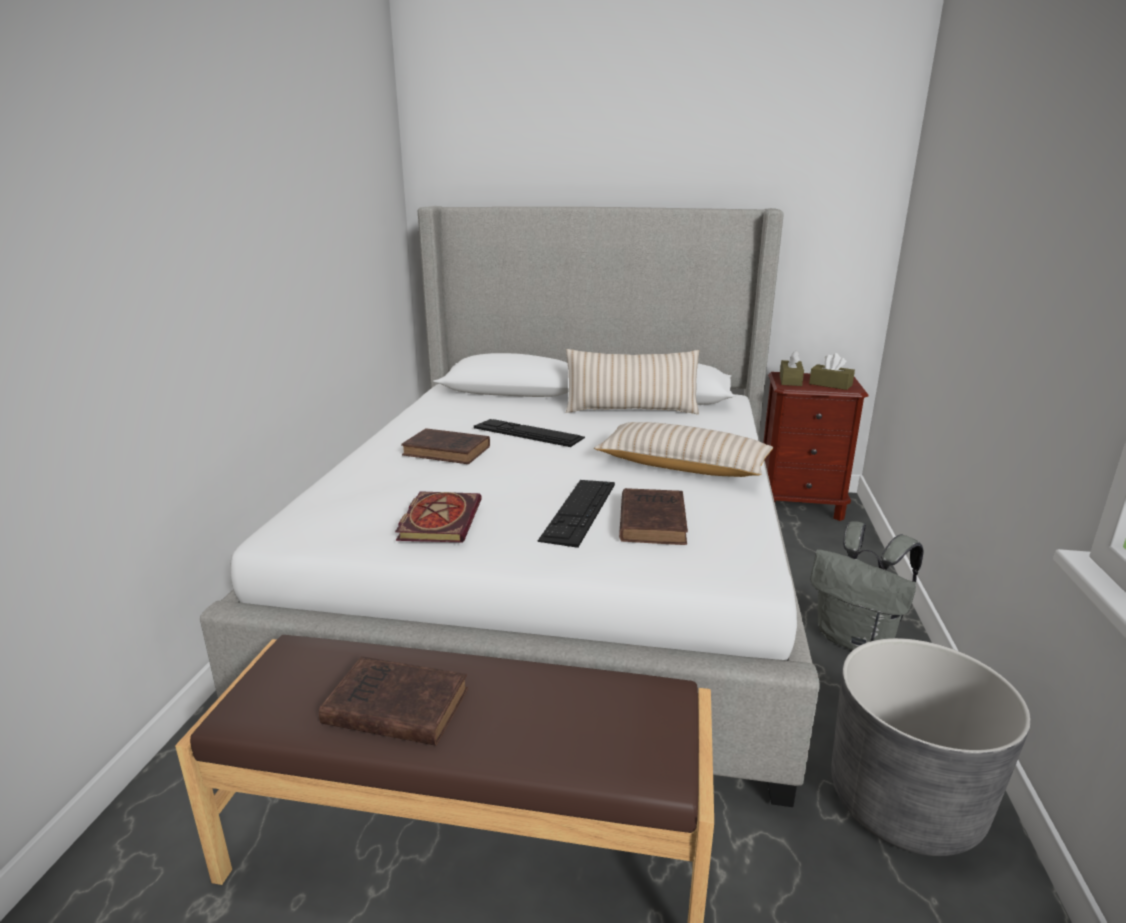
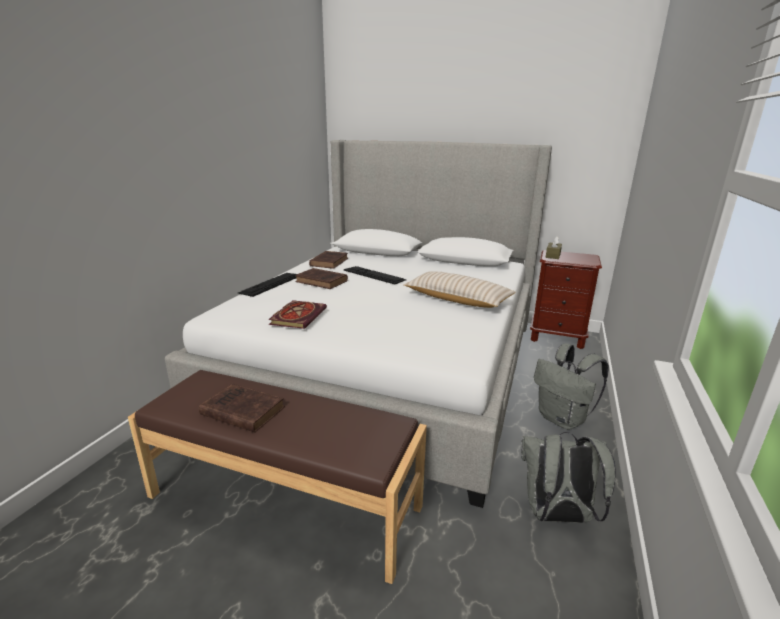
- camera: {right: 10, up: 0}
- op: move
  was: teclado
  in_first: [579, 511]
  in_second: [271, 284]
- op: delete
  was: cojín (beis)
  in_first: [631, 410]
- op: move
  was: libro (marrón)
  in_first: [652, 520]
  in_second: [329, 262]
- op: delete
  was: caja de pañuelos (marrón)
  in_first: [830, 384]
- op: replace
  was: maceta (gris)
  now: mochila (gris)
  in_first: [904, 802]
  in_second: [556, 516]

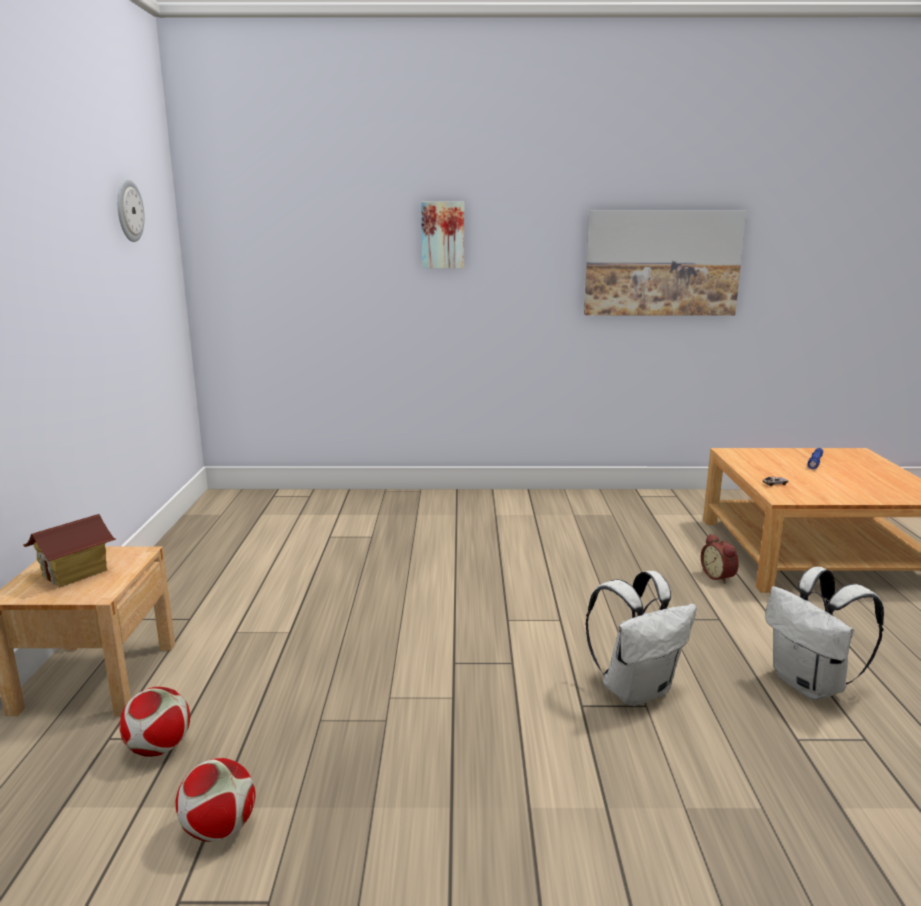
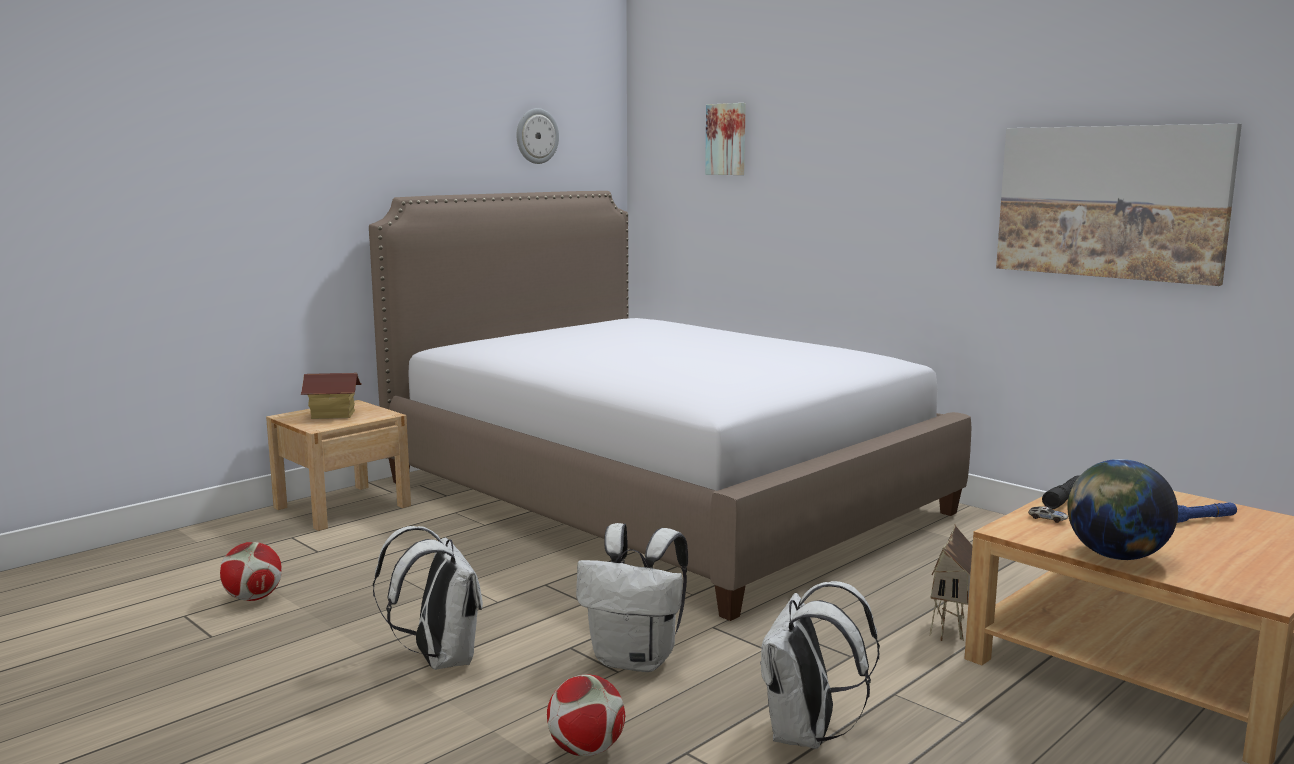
- camera: {right: 45, up: -5}
- op: move
  was: balón de fútbol
  in_first: [159, 748]
  in_second: [586, 750]
- op: move
  was: cuadro
  in_first: [443, 235]
  in_second: [727, 139]
- op: replace
  was: despertador
  now: casita
  in_first: [719, 576]
  in_second: [951, 629]
- op: insert
  now: cama
  in_second: [659, 496]
- op: insert
  now: mochila (blanco)
  in_second: [439, 659]
- op: insert
  now: linterna (negro)
  in_second: [1064, 499]
- op: insert
  now: globo terráqueo
  in_second: [1116, 556]

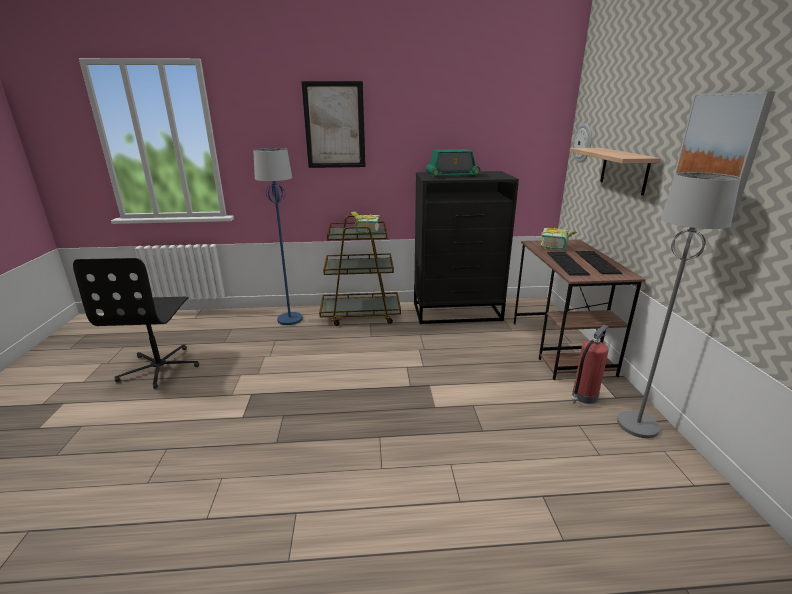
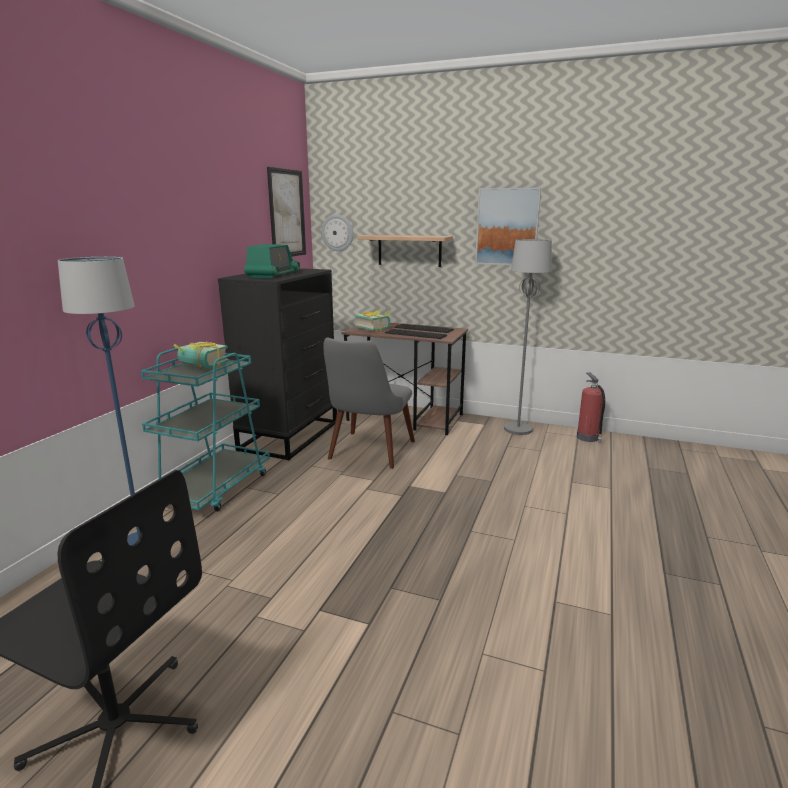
- camera: {right: -65, up: -5}
- op: move
  was: cuadro
  in_first: [334, 125]
  in_second: [287, 213]
- op: recolor
  was: carrito (marrón)
  now: carrito (turquesa)
  in_first: [361, 314]
  in_second: [214, 488]
- op: move
  was: extintor
  in_first: [584, 396]
  in_second: [588, 438]
- op: insert
  now: silla (gris)
  in_second: [368, 454]

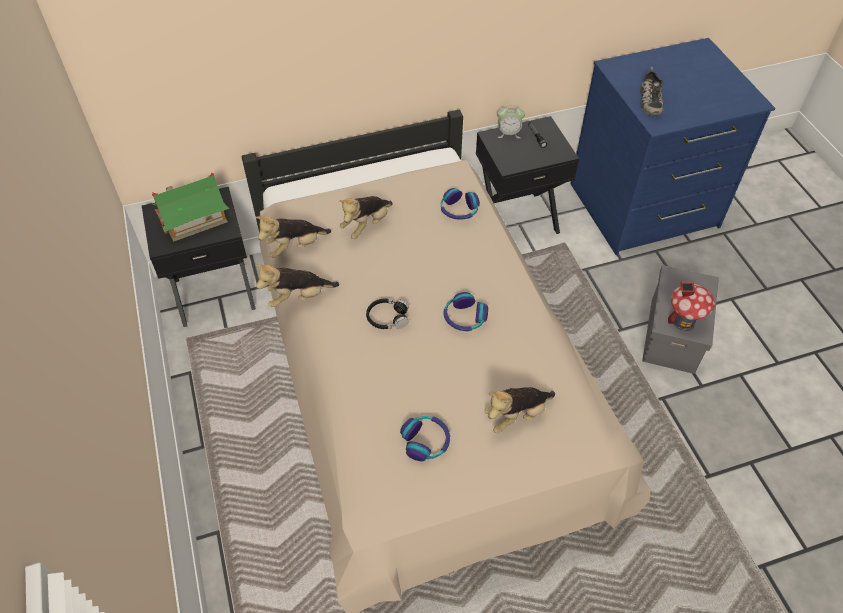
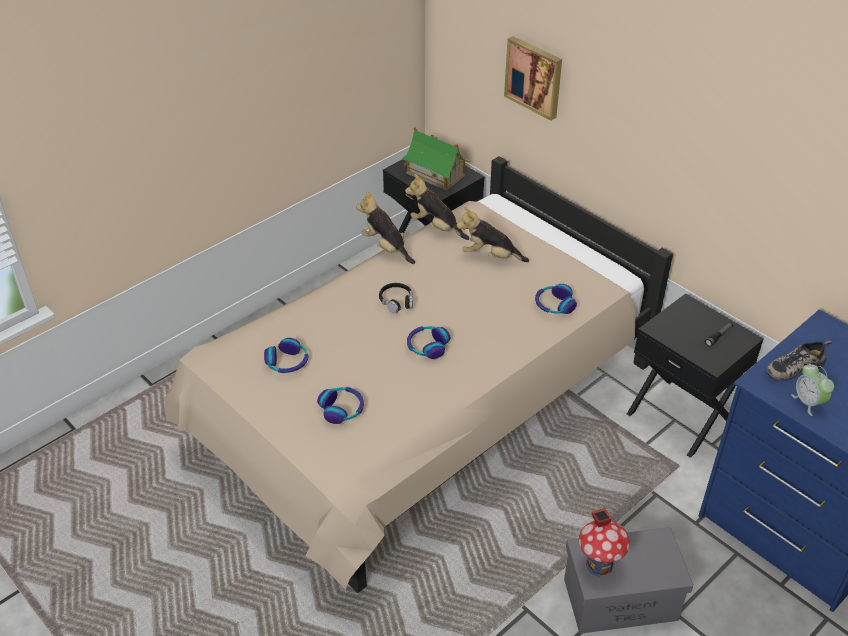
- camera: {right: 65, up: -10}
- op: replace
  was: peluche
  now: auriculares
  in_first: [516, 415]
  in_second: [342, 409]
- op: move
  was: despertador
  in_first: [509, 133]
  in_second: [808, 402]
- op: insert
  now: cuadro
  in_second: [534, 77]

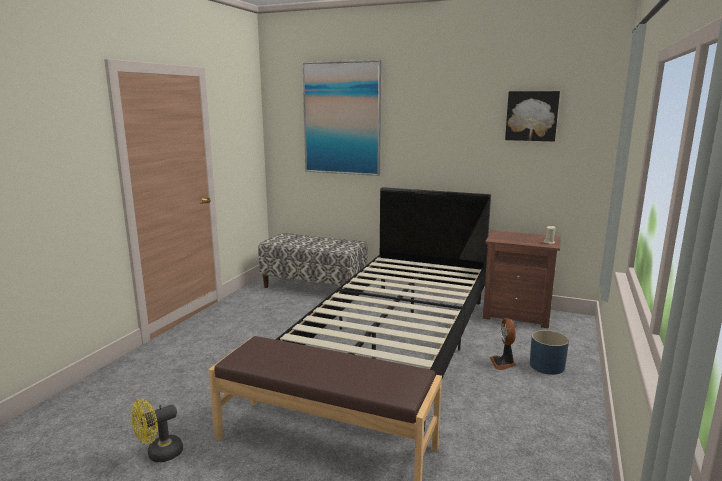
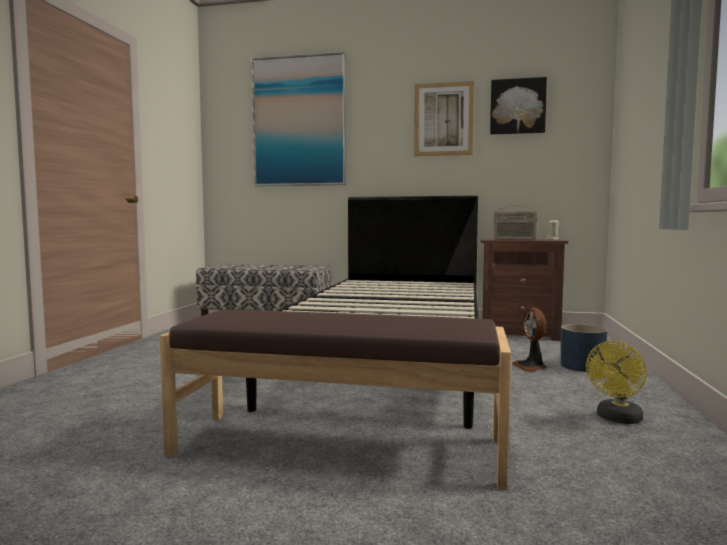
- camera: {right: -10, up: -10}
- op: move
  was: ventilador (amarillo)
  in_first: [159, 454]
  in_second: [617, 419]
- op: insert
  now: cuadro
  in_second: [443, 119]
- op: insert
  now: radio
  in_second: [514, 239]

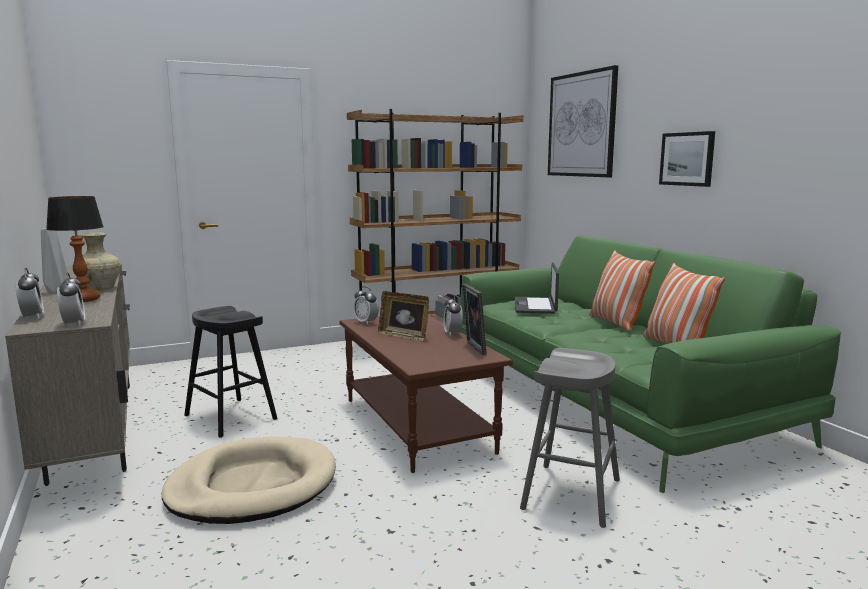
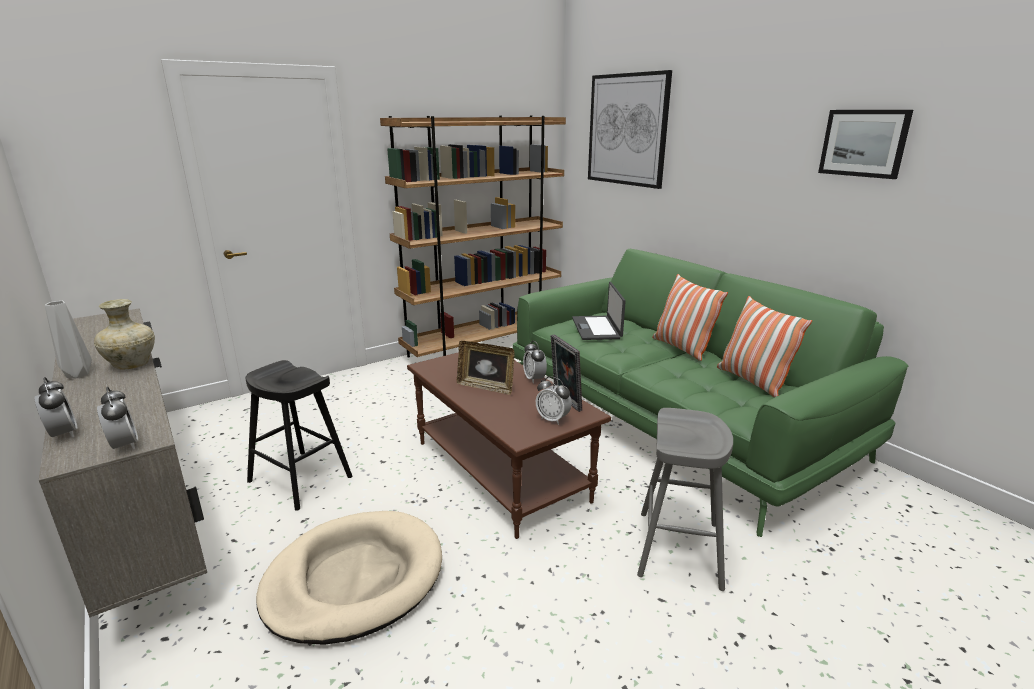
- camera: {right: -10, up: 10}
- op: delete
  was: lámpara de mesa
  in_first: [84, 299]
- op: move
  was: despertador
  in_first: [366, 322]
  in_second: [553, 419]
- op: move
  was: cuadro
  in_first: [687, 159]
  in_second: [863, 143]

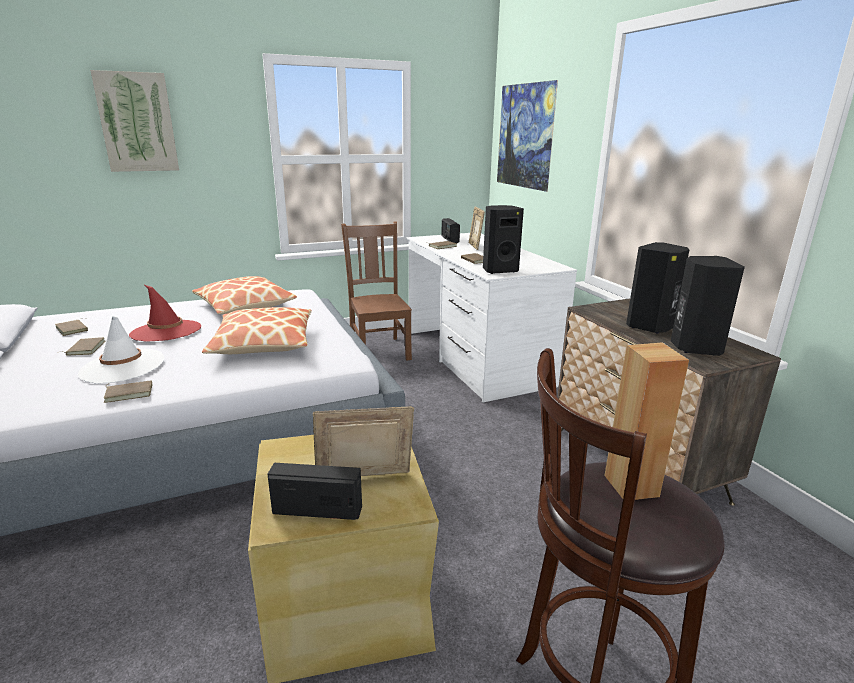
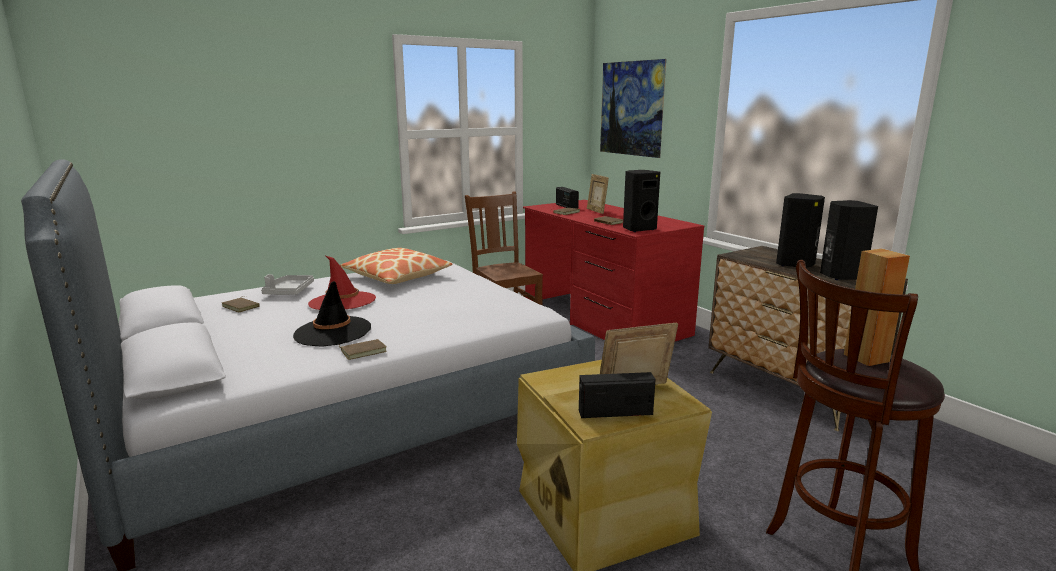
- camera: {right: -10, up: -5}
- op: delete
  was: libro (marrón)
  in_first: [85, 348]
- op: recolor
  was: sombrero (blanco)
  now: sombrero (negro)
  in_first: [122, 366]
  in_second: [333, 332]
- op: delete
  was: cuadro
  in_first: [137, 122]
- op: delete
  was: cojín
  in_first: [263, 343]
- op: recolor
  was: escritorio (blanco)
  now: escritorio (rojo)
  in_first: [477, 357]
  in_second: [603, 318]
- op: insert
  now: bandeja (gris)
  in_second: [289, 291]

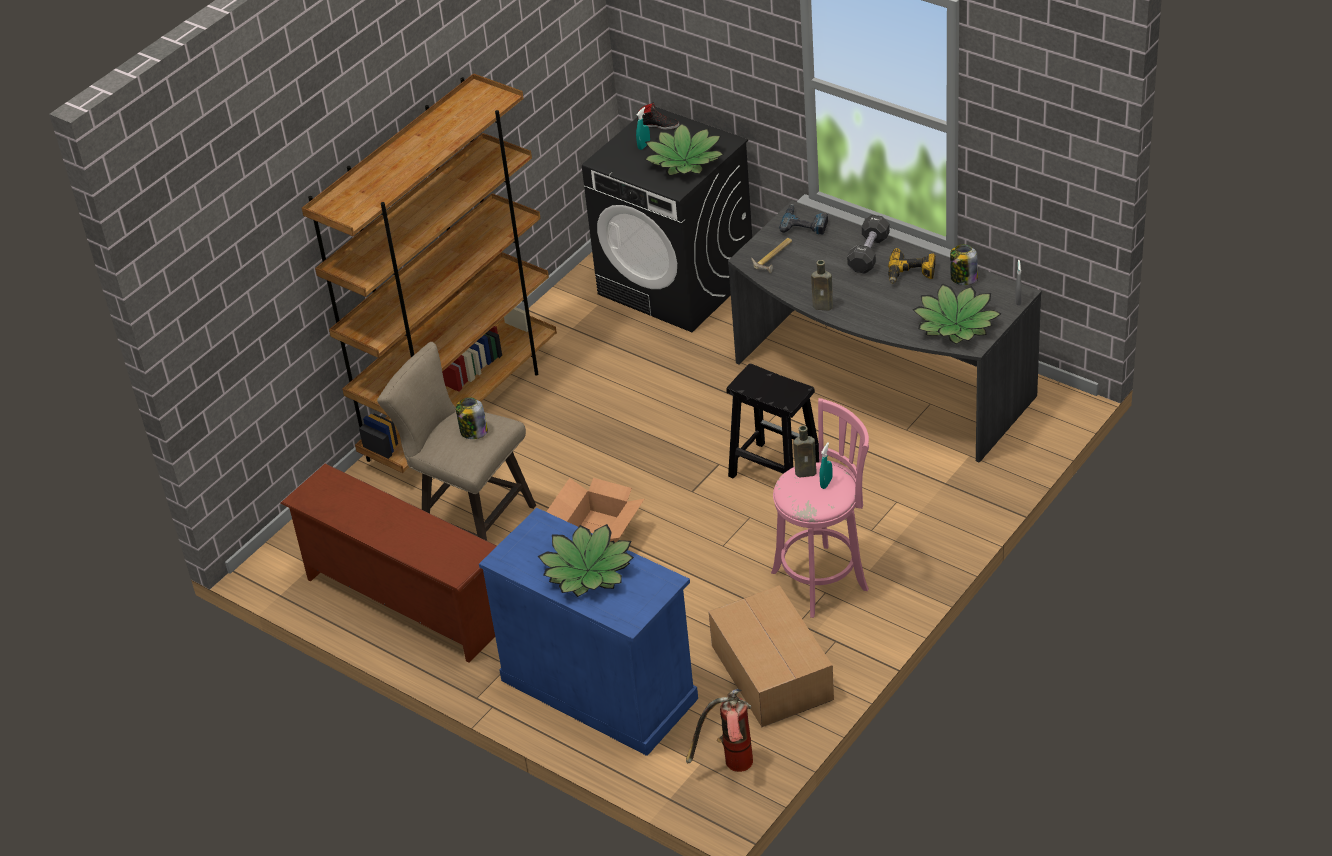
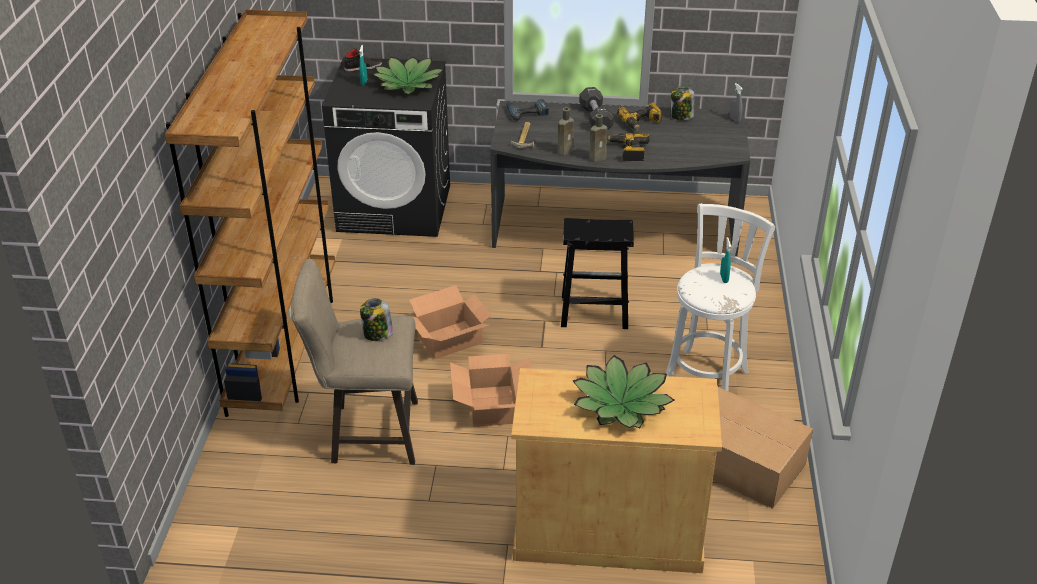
- camera: {right: -35, up: -5}
- op: delete
  was: zapatero (marrón)
  in_first: [405, 601]
- op: recolor
  was: armario (azul)
  now: armario (beis)
  in_first: [599, 689]
  in_second: [608, 532]
- op: delete
  was: extintor
  in_first: [729, 766]
- op: recolor
  was: taburete (rosa)
  now: taburete (blanco)
  in_first: [824, 579]
  in_second: [707, 375]
- op: move
  was: botella (marrón)
  in_first: [807, 472]
  in_second: [566, 151]
- op: delete
  was: planta en maceta
  in_first: [955, 324]
- op: insert
  now: caja de cartón
  in_second: [450, 340]
- op: insert
  now: taladro
  in_second: [628, 152]

